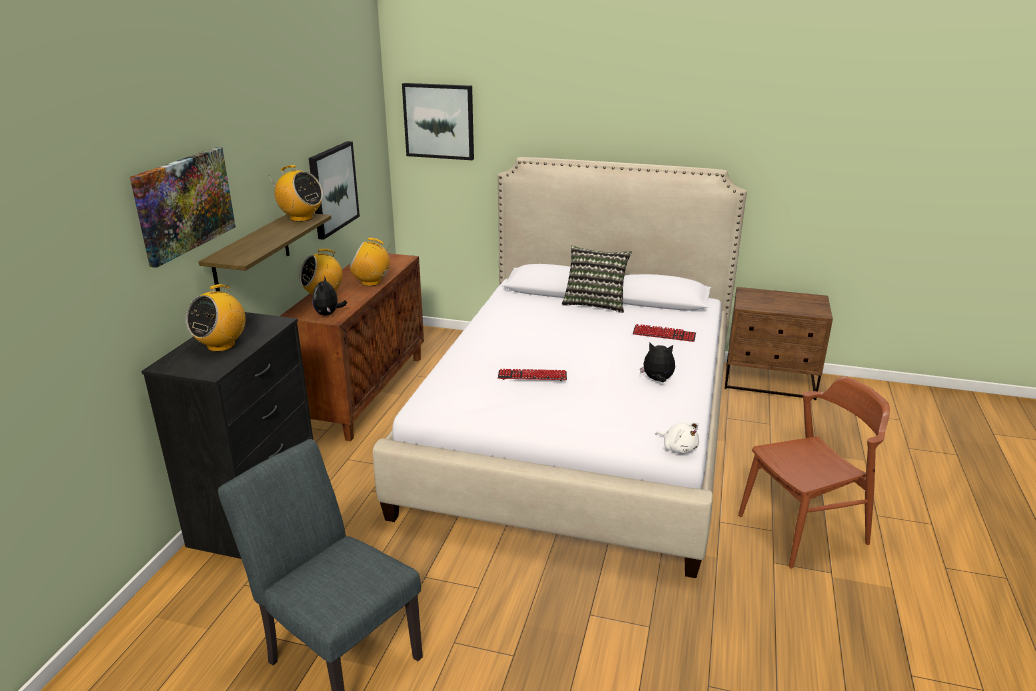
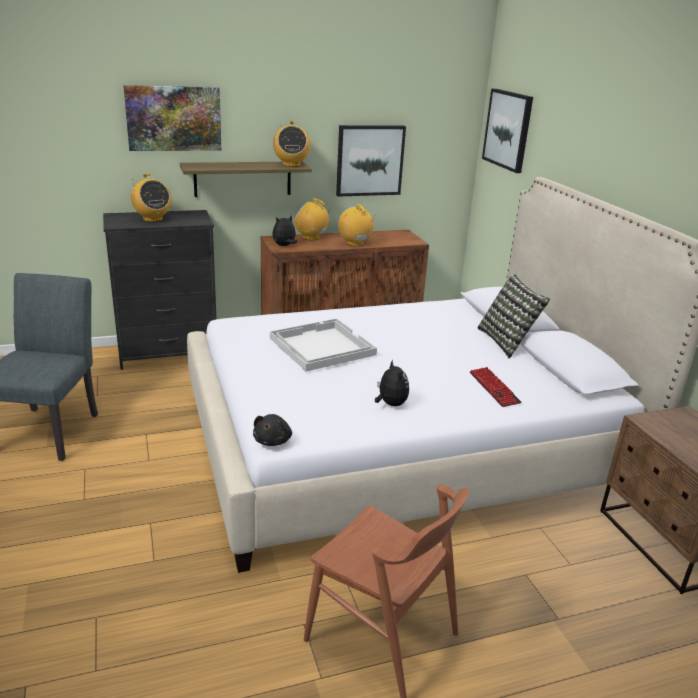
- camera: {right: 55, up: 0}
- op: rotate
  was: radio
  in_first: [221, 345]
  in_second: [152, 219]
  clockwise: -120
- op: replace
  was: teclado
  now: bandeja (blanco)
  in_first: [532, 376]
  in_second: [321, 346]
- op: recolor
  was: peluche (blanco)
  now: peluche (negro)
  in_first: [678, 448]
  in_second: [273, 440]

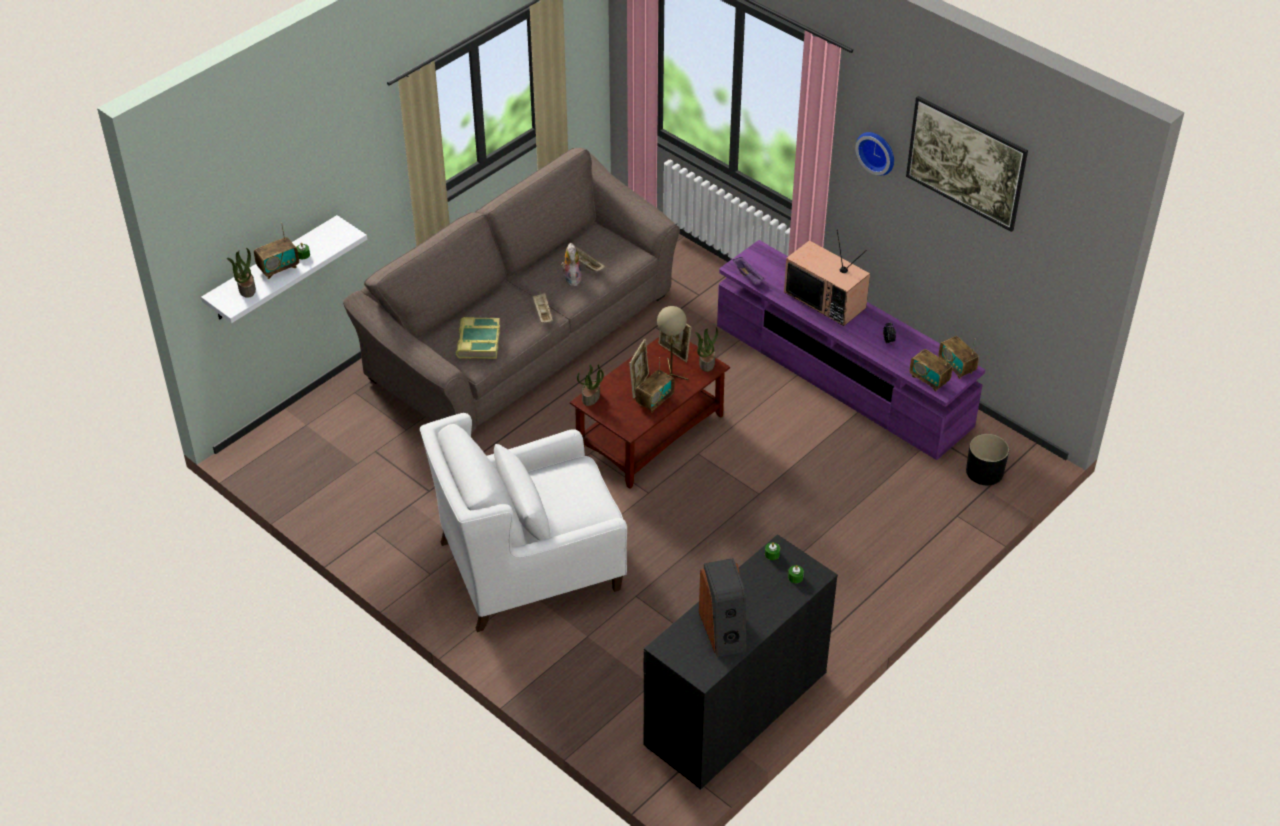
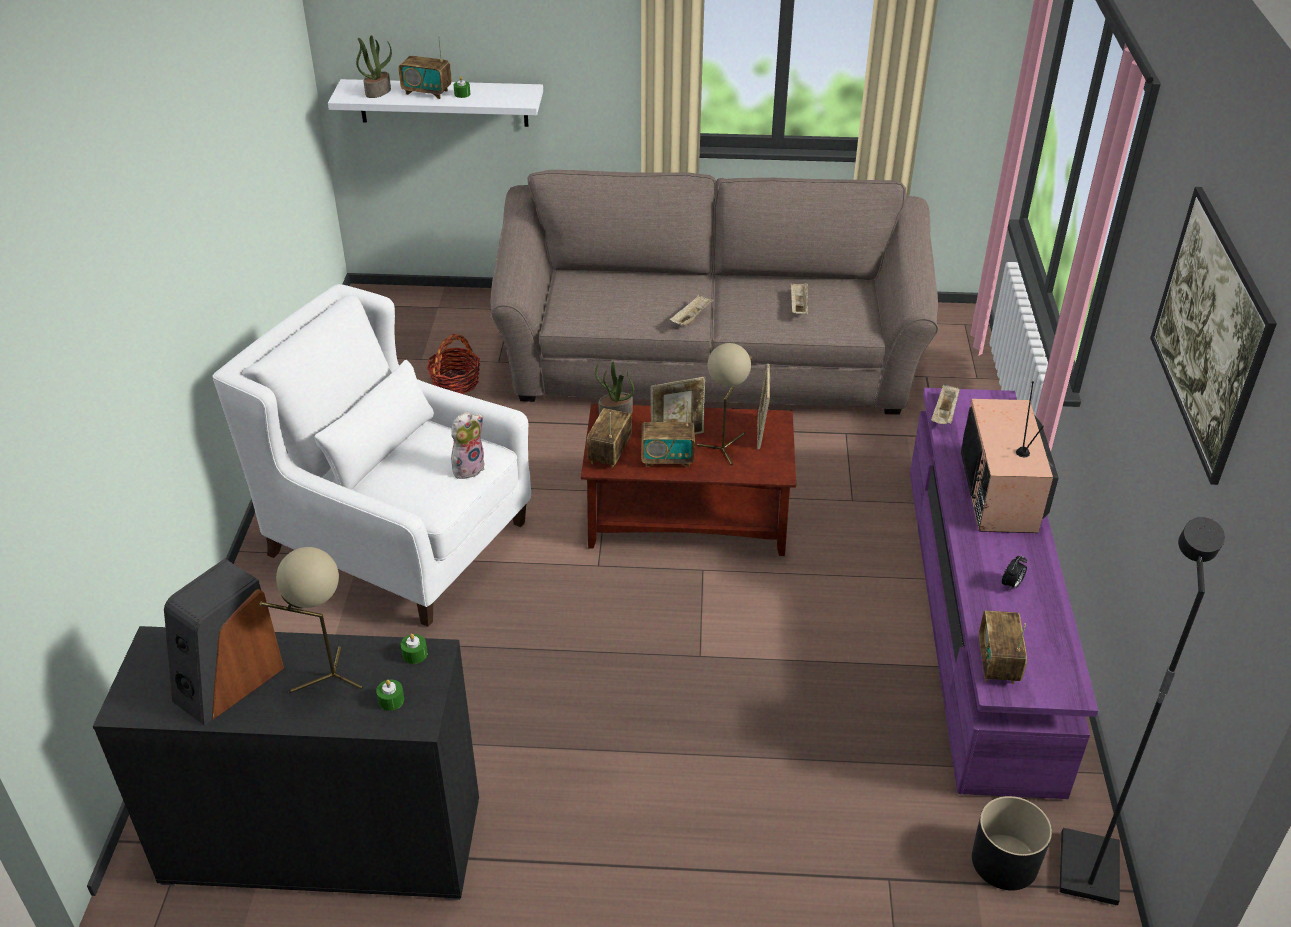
- camera: {right: 50, up: -5}
- op: delete
  was: libro
  in_first: [478, 342]
- op: move
  was: peluche
  in_first: [571, 278]
  in_second: [468, 467]
- op: delete
  was: planta en maceta
  in_first: [706, 362]
- op: recolor
  was: bandeja (morado)
  now: bandeja (beis)
  in_first: [748, 276]
  in_second: [944, 414]
- op: delete
  was: reloj de pared
  in_first: [877, 151]
- op: move
  was: radio
  in_first: [956, 367]
  in_second: [610, 453]
- op: insert
  now: lámpara de mesa (beis)
  in_second: [328, 677]
- op: insert
  now: cesta
  in_second: [455, 383]
- op: insert
  now: lámpara de pie (negro)
  in_second: [1086, 867]

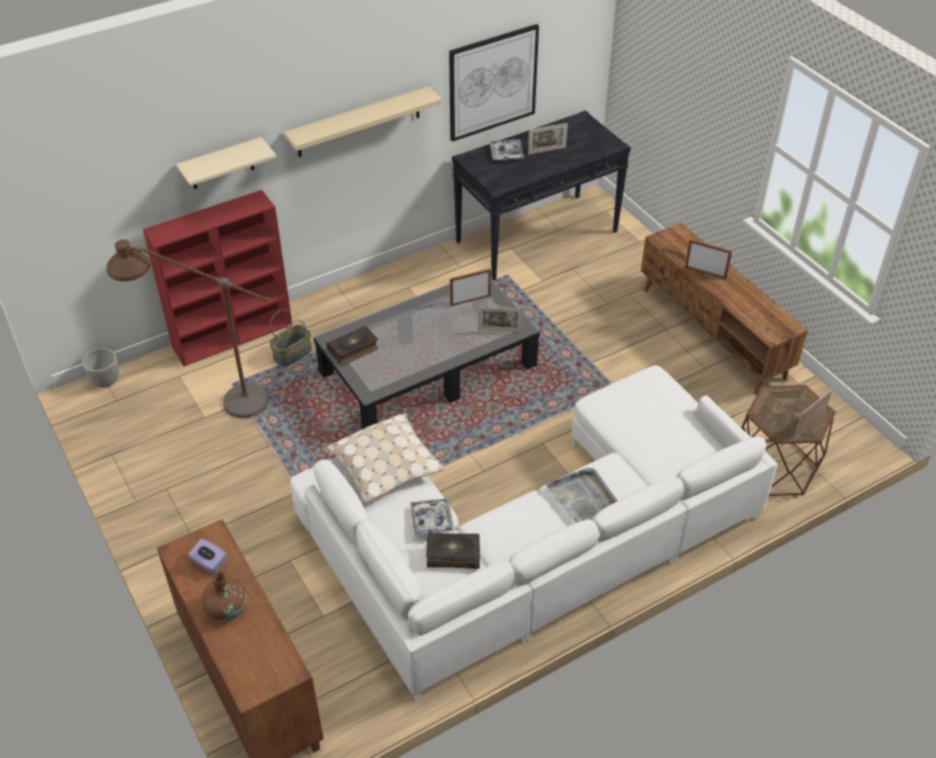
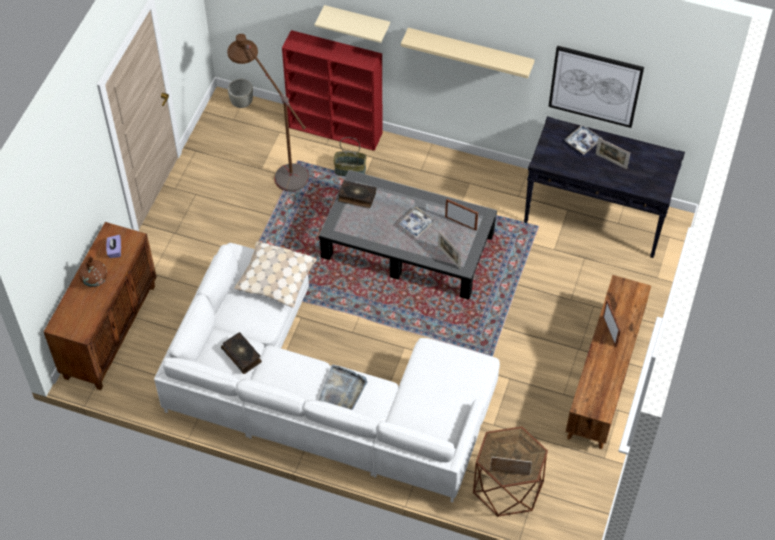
- camera: {right: 50, up: 10}
- op: move
  was: bandeja
  in_first: [432, 520]
  in_second: [415, 224]

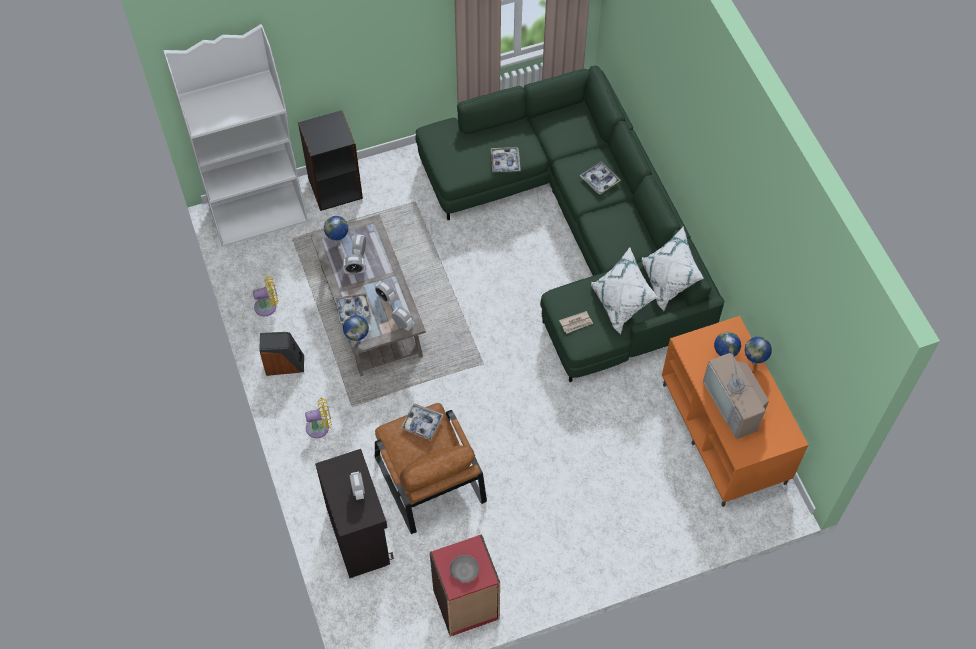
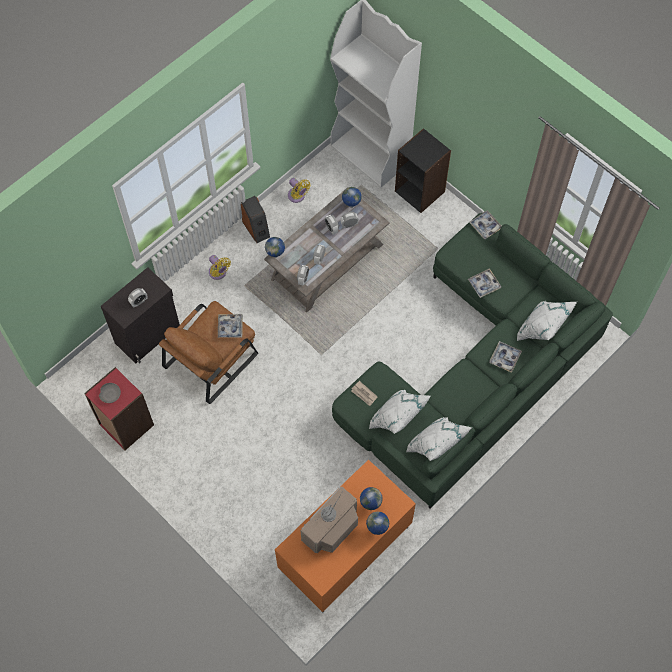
- camera: {right: 65, up: 5}
- op: move
  was: bandeja
  in_first: [353, 310]
  in_second: [485, 226]
- op: insert
  now: cojín (blanco)
  in_second: [542, 329]

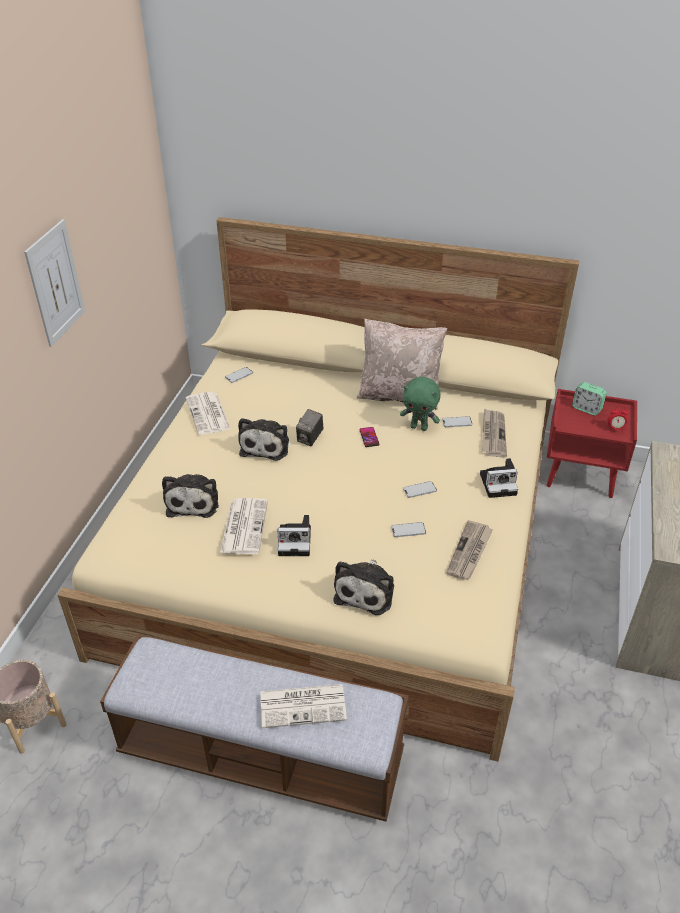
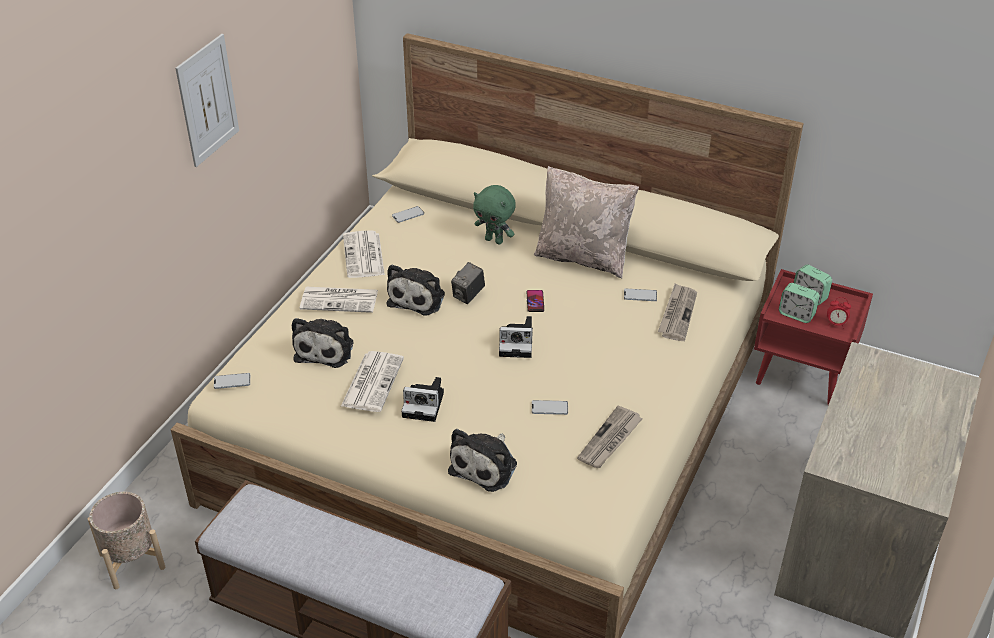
- camera: {right: 10, up: 0}
- op: move
  was: periódico
  in_first: [304, 705]
  in_second: [340, 300]
- op: move
  was: peluche (verde)
  in_first: [419, 427]
  in_second: [494, 240]
- op: move
  was: móvil
  in_first: [419, 490]
  in_second: [232, 381]
- op: move
  was: cámara
  in_first: [499, 483]
  in_second: [517, 343]
- op: insert
  now: despertador
  in_second: [796, 314]

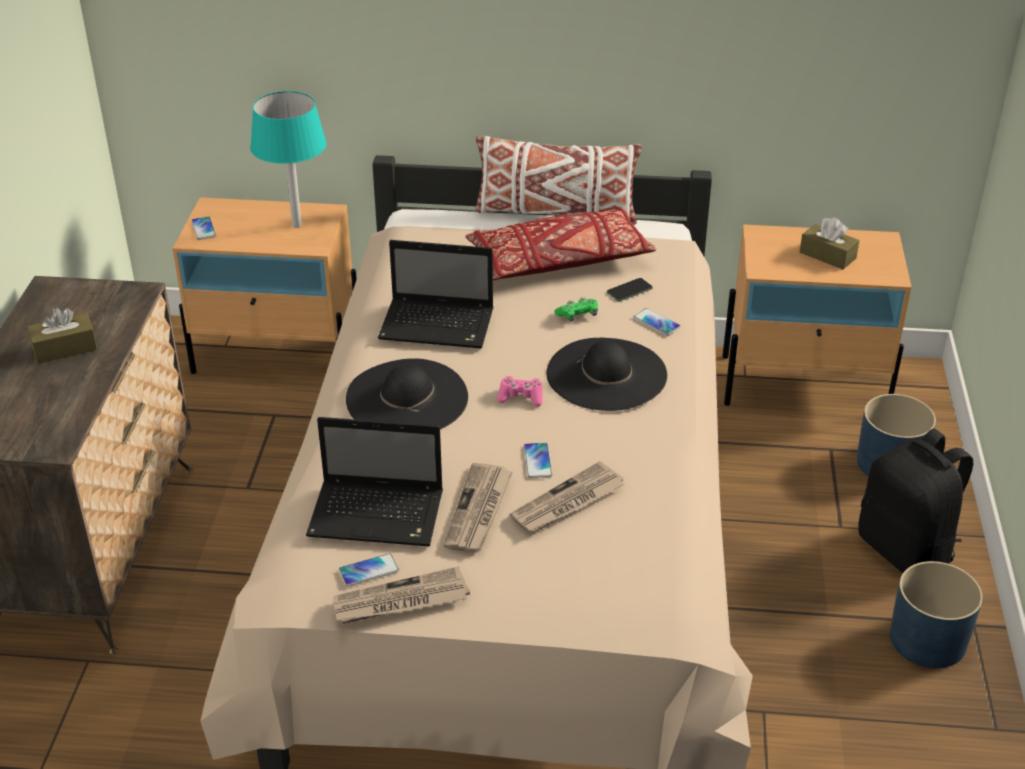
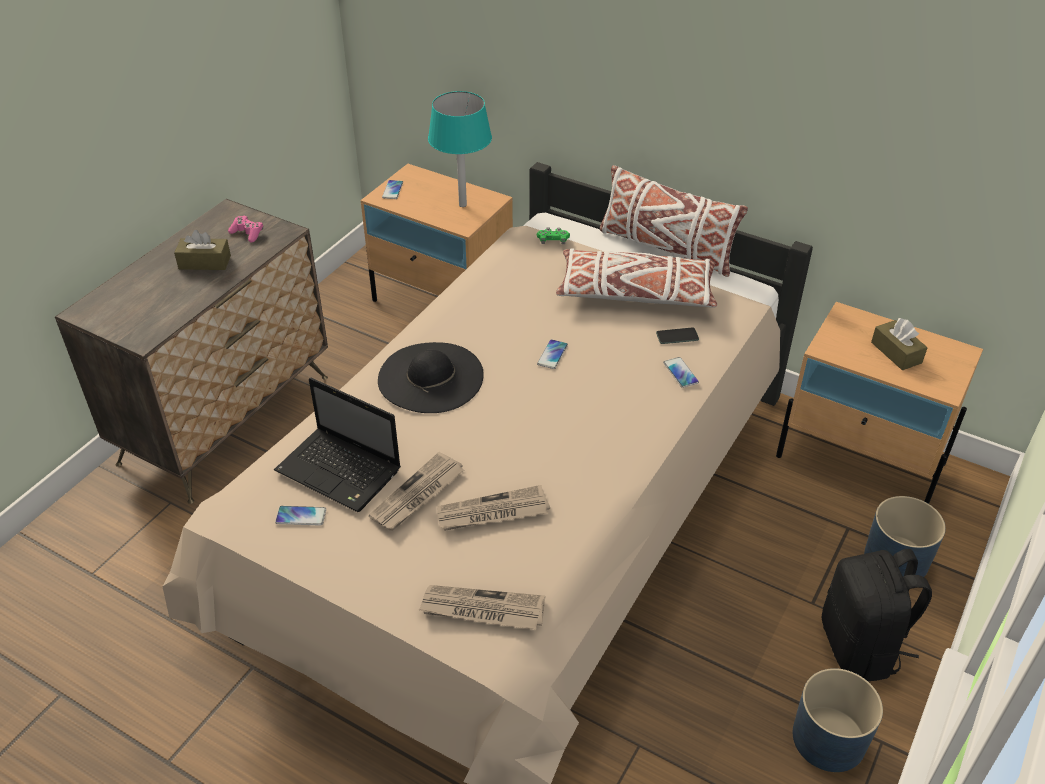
- camera: {right: 25, up: 5}
- op: move
  was: periódico
  in_first: [400, 601]
  in_second: [482, 610]
- op: delete
  was: portátil
  in_first: [439, 325]
- op: recolor
  was: cojín (rojo)
  now: cojín (blanco)
  in_first: [560, 261]
  in_second: [636, 293]
- op: move
  was: mando de consola (rosa)
  in_first: [521, 397]
  in_second: [247, 233]
- op: move
  was: móvil
  in_first: [537, 461]
  in_second: [552, 355]
- op: delete
  was: sombrero (negro)
  in_first: [607, 374]
- op: move
  was: mando de consola (verde)
  in_first: [577, 315]
  in_second: [553, 241]

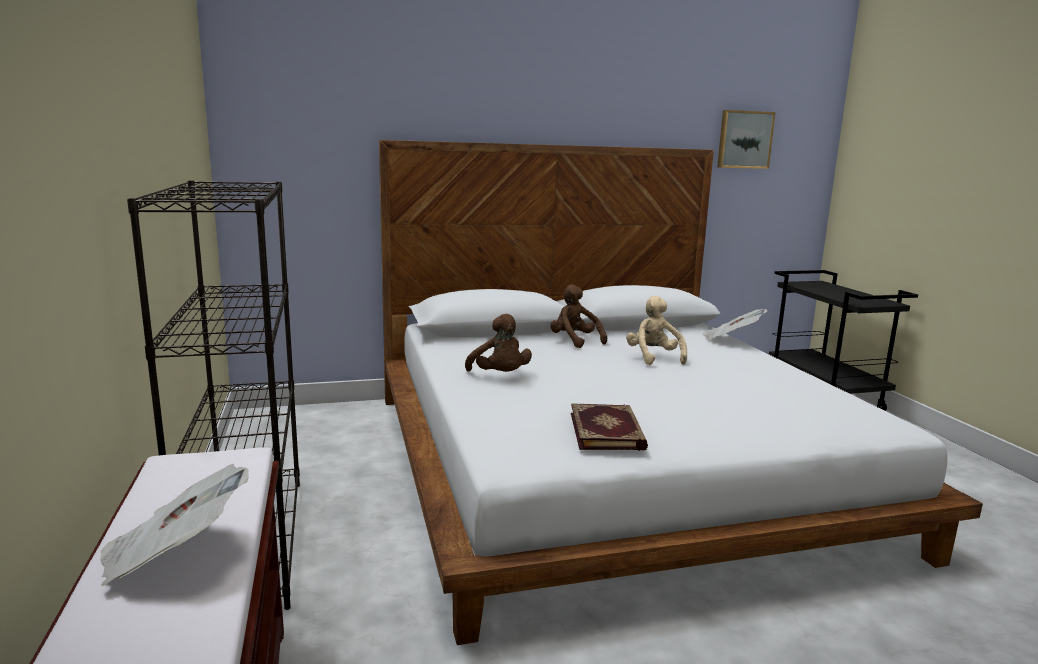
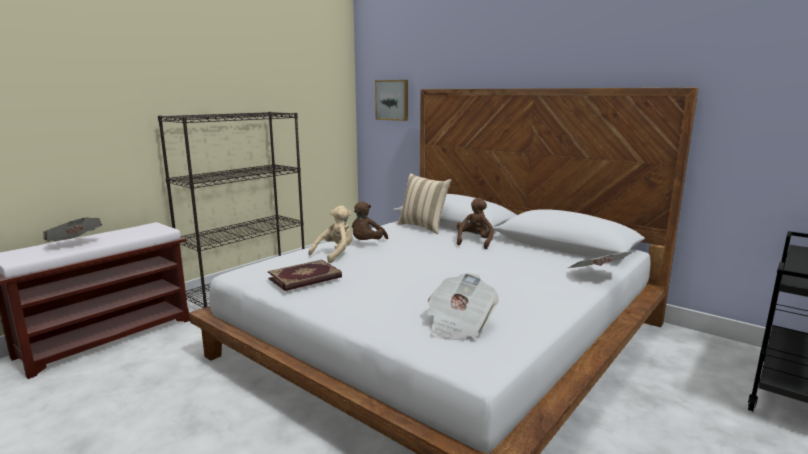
- camera: {right: 55, up: 0}
- op: move
  was: peluche (beis)
  in_first: [653, 357]
  in_second: [335, 254]
- op: move
  was: cuadro
  in_first: [744, 139]
  in_second: [392, 100]
- op: insert
  now: cojín (beis)
  in_second: [423, 227]
- op: insert
  now: periódico
  in_second: [458, 325]

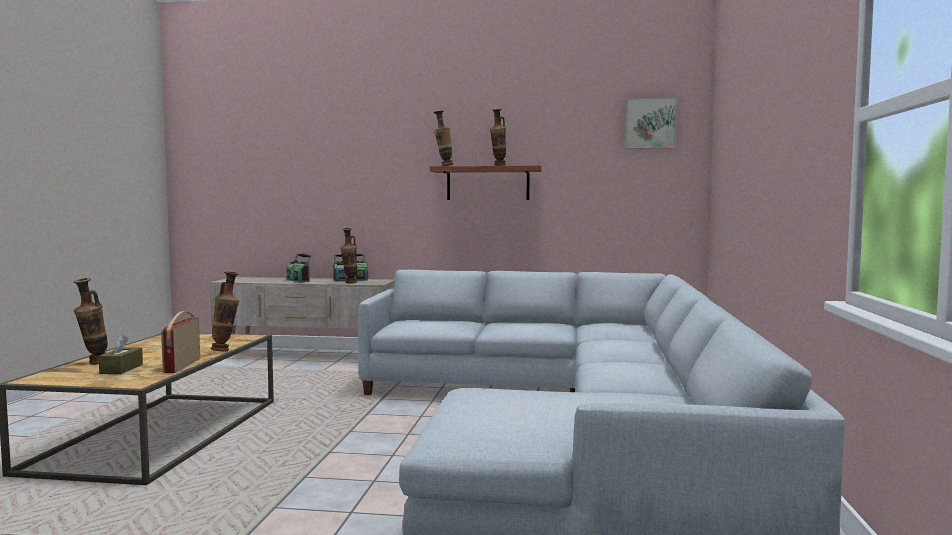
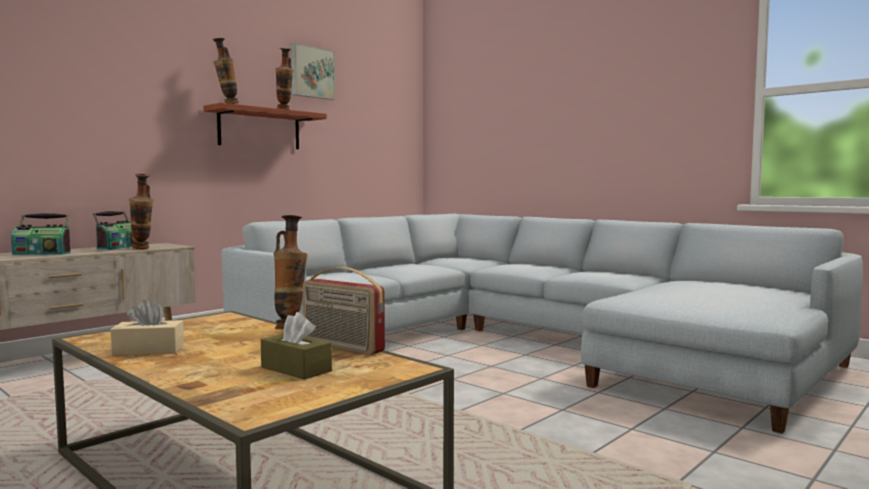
- camera: {right: -55, up: 0}
- op: delete
  was: florero
  in_first: [93, 364]
- op: move
  was: cuadro
  in_first: [650, 123]
  in_second: [311, 72]
- op: insert
  now: caja de pañuelos (beis)
  in_second: [148, 350]

